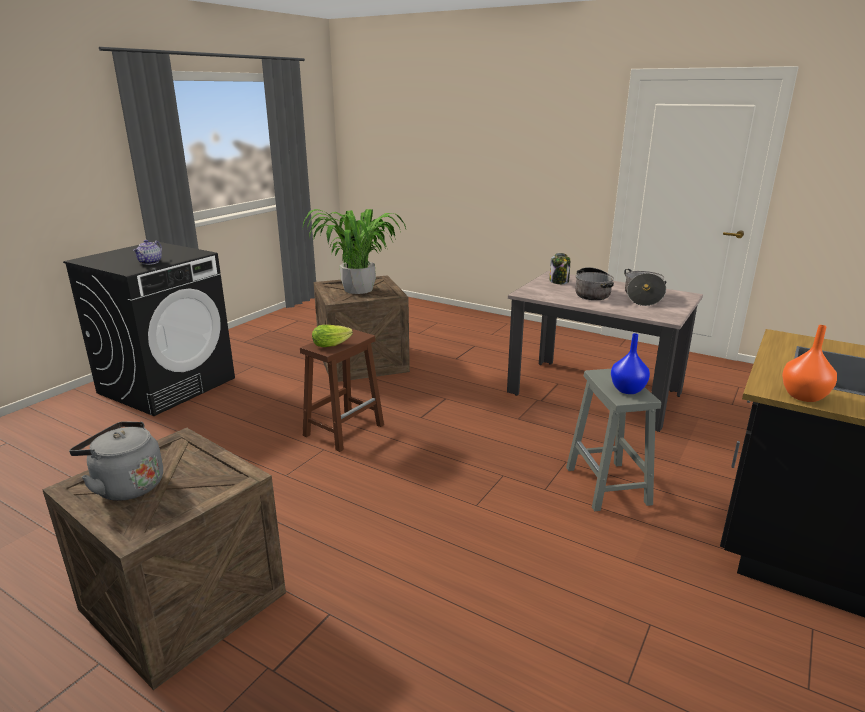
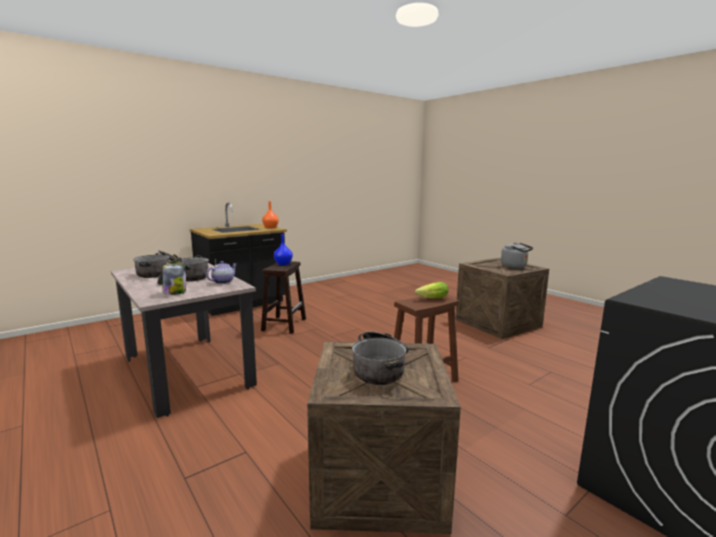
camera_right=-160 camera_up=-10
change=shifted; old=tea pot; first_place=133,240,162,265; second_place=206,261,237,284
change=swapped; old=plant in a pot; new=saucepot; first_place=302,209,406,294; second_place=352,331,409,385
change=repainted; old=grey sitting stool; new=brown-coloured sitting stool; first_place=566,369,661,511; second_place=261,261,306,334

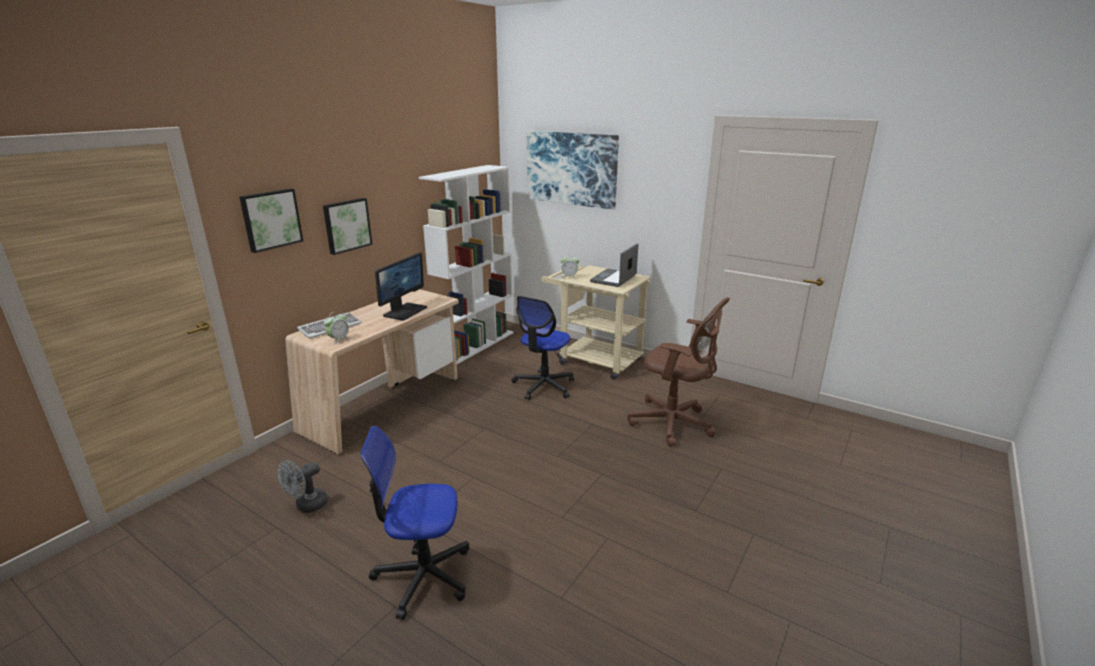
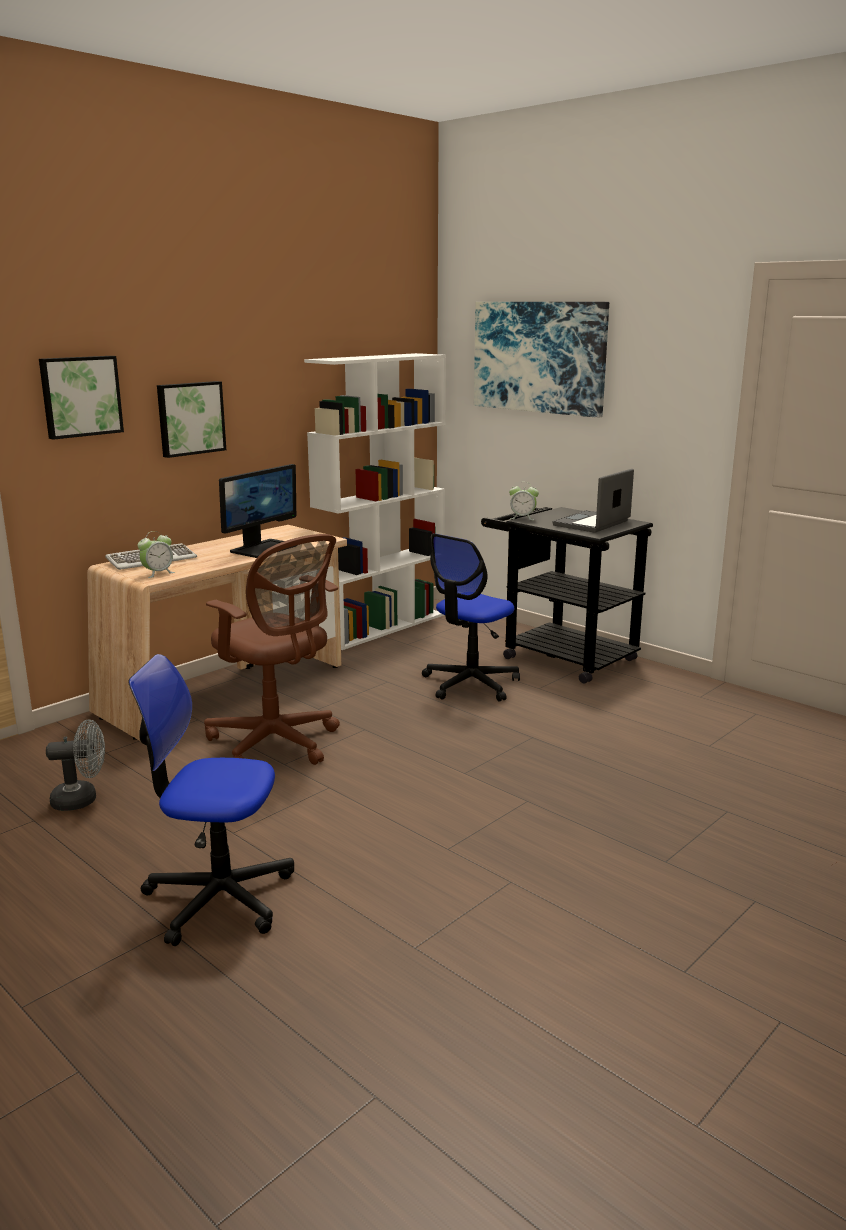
camera_right=10 camera_up=-5
change=rotated; old=grey electric fan; first_place=278,460,328,513; second_place=46,719,105,811; degrees=-150
change=repainted; old=sand-coloured cart; new=black-coloured cart; first_place=541,265,650,380; second_place=481,507,653,684
change=shifted; old=brown-coloured office chair; first_place=628,297,730,447; second_place=204,534,340,765

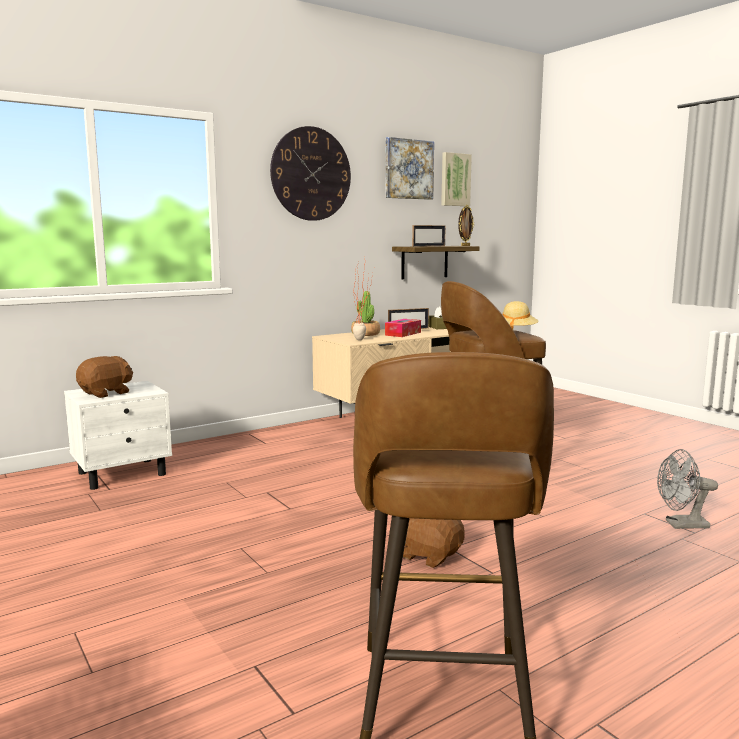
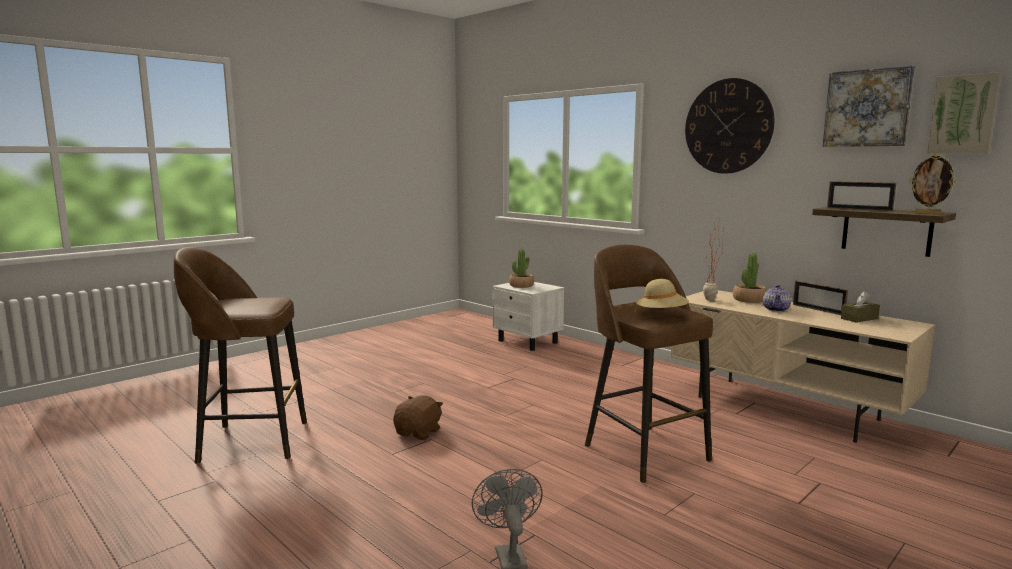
camera_right=80 camera_up=0
change=swapped; old=brown-coloured plush toy; new=plant in a pot; first_place=76,356,133,398; second_place=509,249,534,288
change=swapped; old=tissue holder; new=tea pot; first_place=385,319,421,337; second_place=763,285,791,312

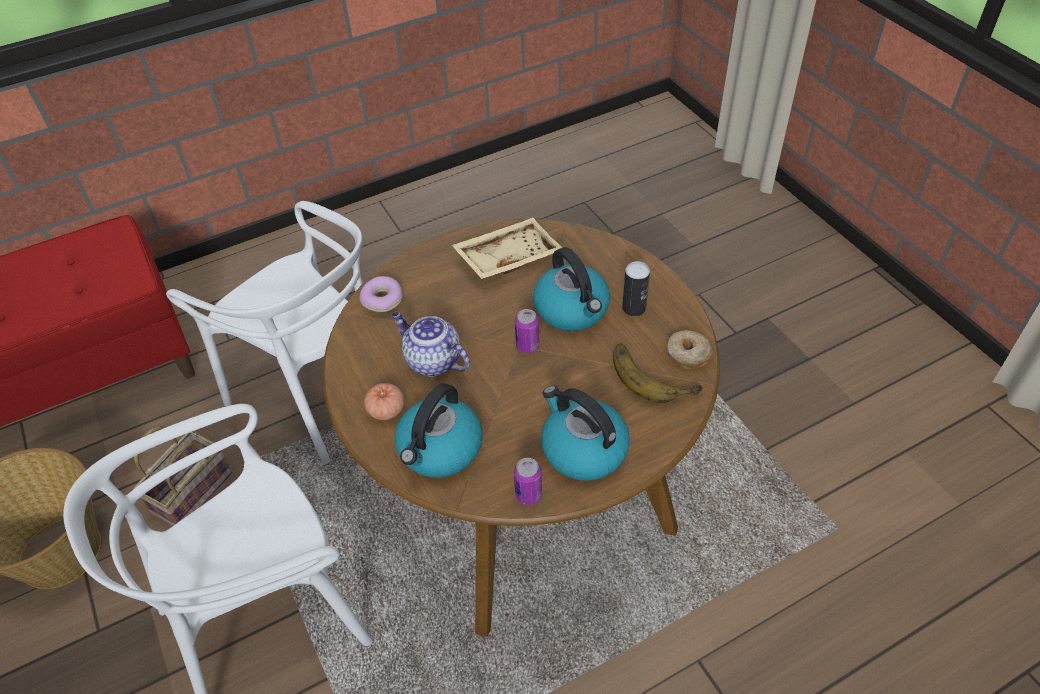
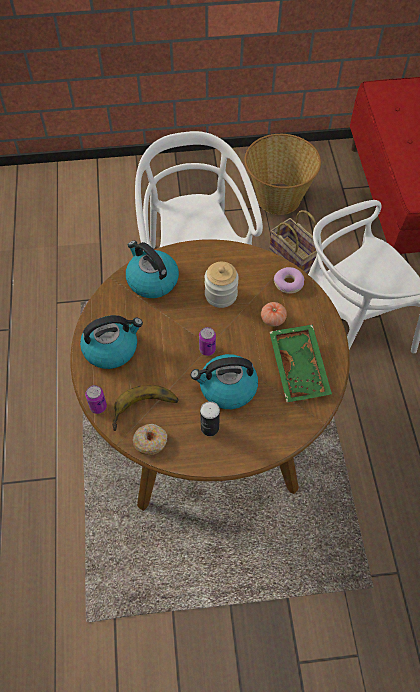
camera_right=110 camera_up=10
change=shifted; old=whole tomato; first_place=364,383,404,420; second_place=261,302,287,327
change=swapped; old=tea pot; new=storage jar; first_place=392,312,470,377; second_place=205,262,239,308
change=repainted; old=sand-coloured tray; new=green-coloured tray; first_place=452,218,562,279; second_place=269,324,332,402
change=shifted; old=metal can; first_place=514,458,542,505; second_place=85,385,107,414

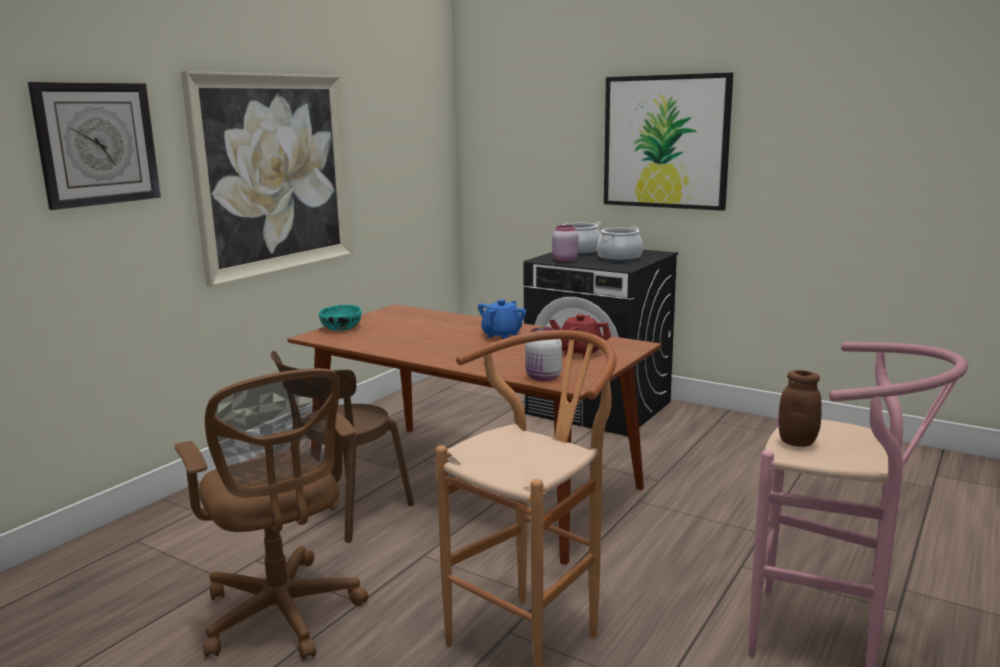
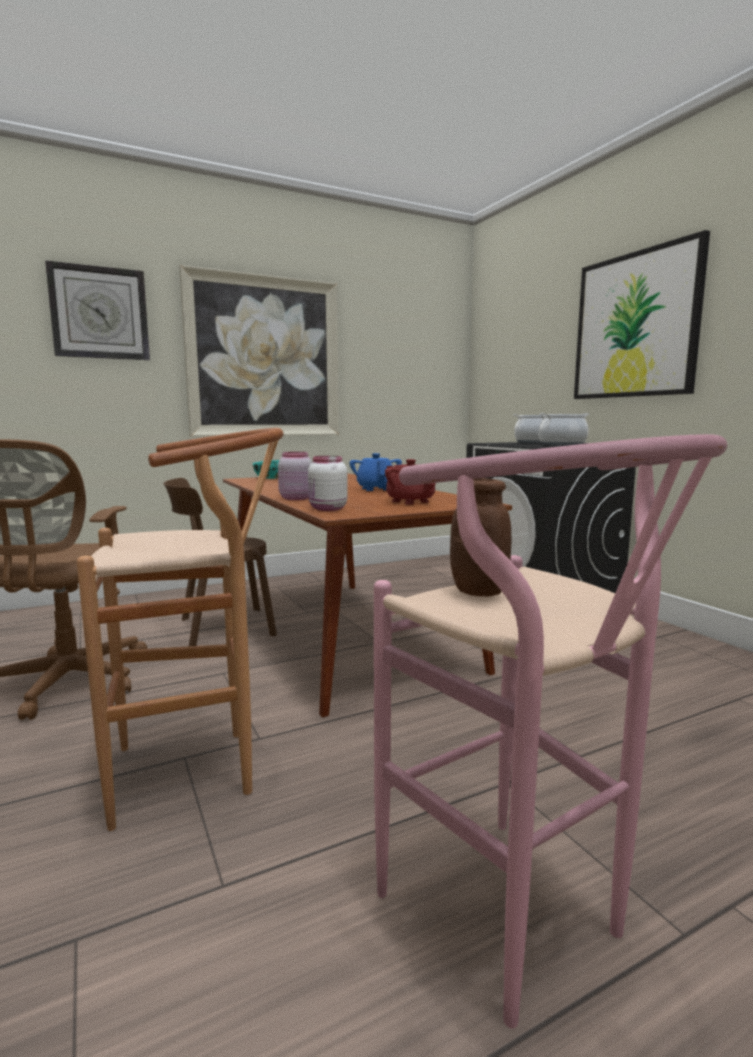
camera_right=30 camera_up=-5
change=rotated; old=bluish tea pot; first_place=478,299,526,339; second_place=350,453,402,491; degrees=-75
change=shifted; old=pinkish storage jar; first_place=552,225,578,262; second_place=278,452,312,500

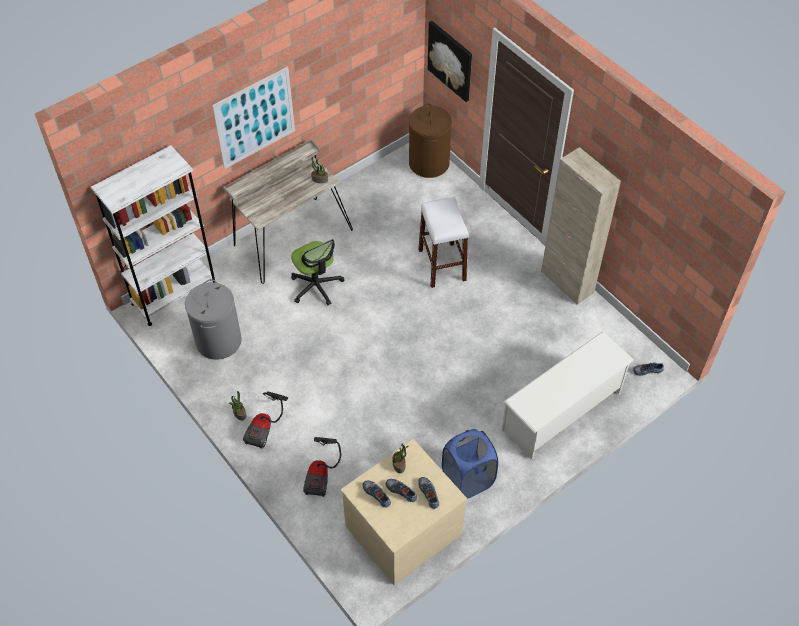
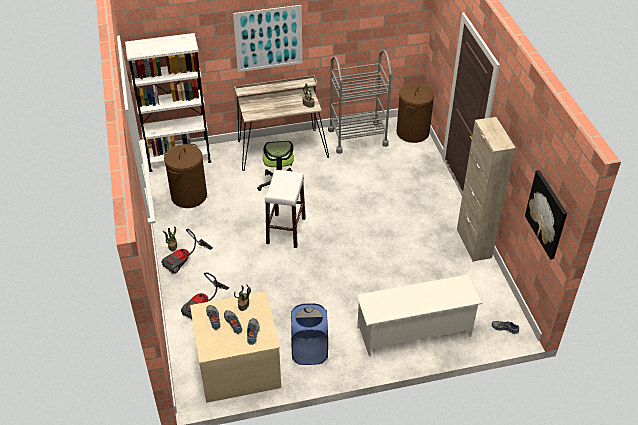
camera_right=25 camera_up=-10
change=repainted; old=grey laundry basket; new=brown-coloured laundry basket; first_place=185,279,242,360; second_place=164,144,207,208
change=shifted; old=whitish sitting stool; first_place=418,197,469,288; second_place=265,170,306,248
change=shifted; old=picture; first_place=428,21,472,102; second_place=525,170,567,260
change=new; new=grey cart; second_place=328,50,392,154

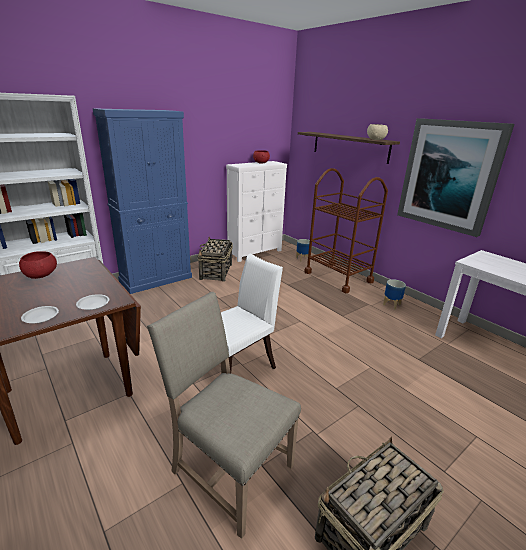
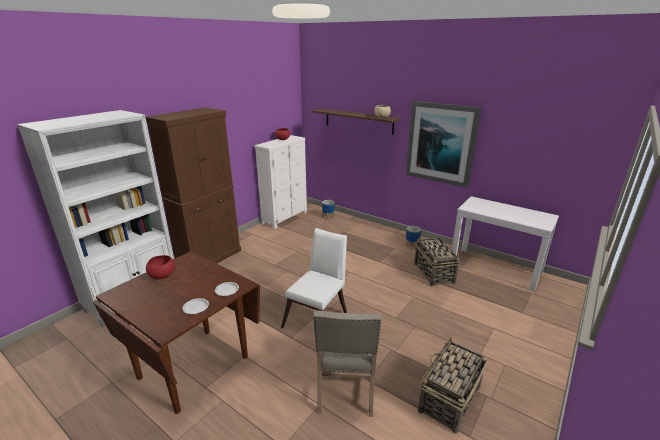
camera_right=-15 camera_up=0
change=repainted; old=bluish cabinet; new=brown-coloured cabinet; first_place=93,108,192,294; second_place=146,107,241,264
change=rotated; old=sand-coloured plain chair; first_place=147,292,301,539; second_place=313,311,382,417; degrees=-105
change=shifted; old=household basket; first_place=198,237,233,282; second_place=414,238,460,286
change=gone; old=brown-coloured cart; first_place=304,168,388,293

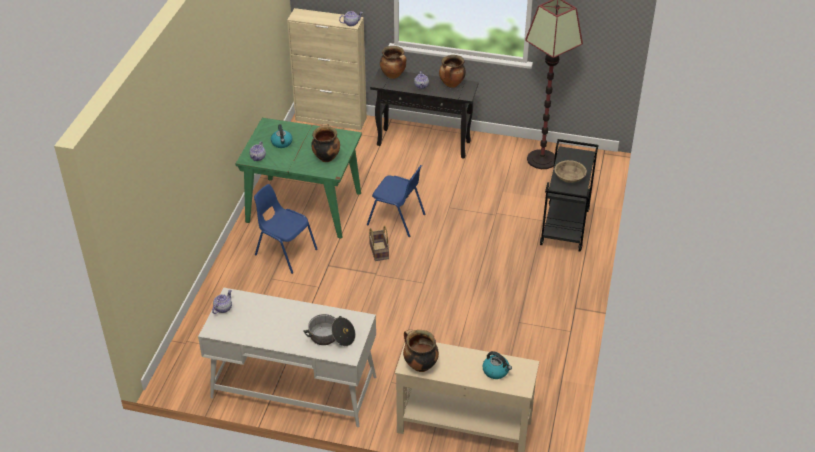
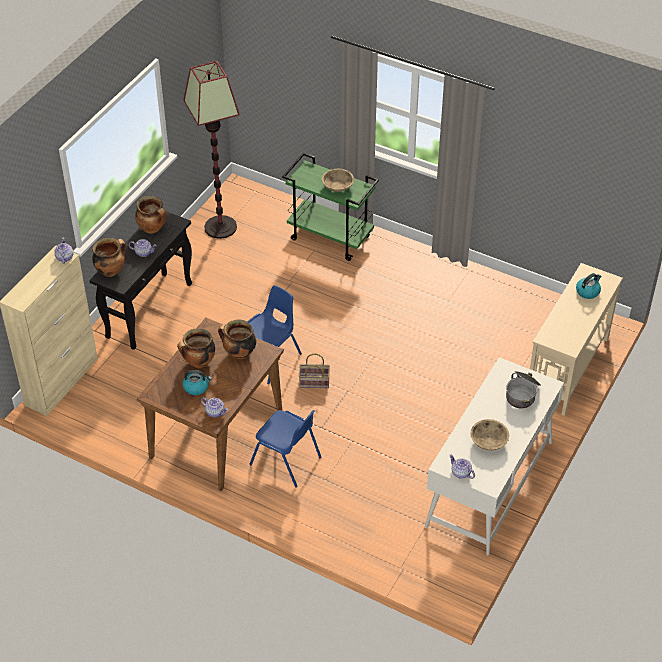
camera_right=-75 camera_up=5
change=repainted; old=green-coloured dining table; new=brown-coloured dining table; first_place=235,118,362,238; second_place=137,318,284,491
change=rotated; old=bluish plain chair; first_place=254,184,318,274; second_place=250,410,322,488; degrees=-105
change=shifted; old=saucepot; first_place=403,329,439,372; second_place=177,329,215,368
change=repainted; old=black-coloured cart; new=green-coloured cart; first_place=540,139,598,252; second_place=282,153,379,261
change=new; new=sand-coloured serving bowl; second_place=470,419,509,451

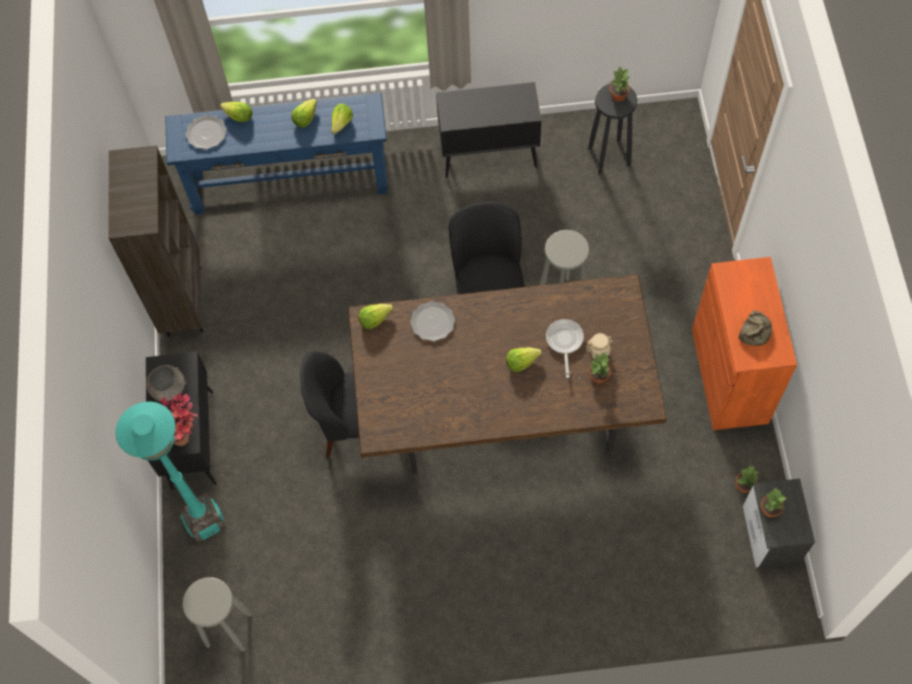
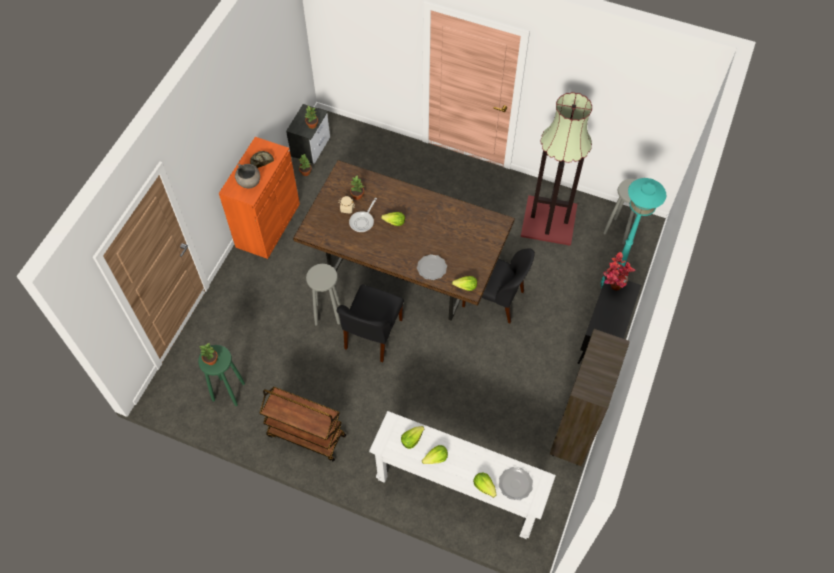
camera_right=-155 camera_up=-5
change=shifted; old=grey serving bowl; first_place=146,365,186,402; second_place=235,164,260,188
change=repainted; old=bluish narrow table; new=whitish narrow table; first_place=165,93,388,215; second_place=369,411,556,539
change=swapped; old=black-coloured cabinet; new=brown-coloured cart; first_place=436,82,541,178; second_place=260,387,346,461
change=repainted; old=black-coloured sitting stool; new=green-coloured sitting stool; first_place=588,83,637,174; second_place=198,345,245,406
change=new; new=floor lamp; second_place=521,92,592,246

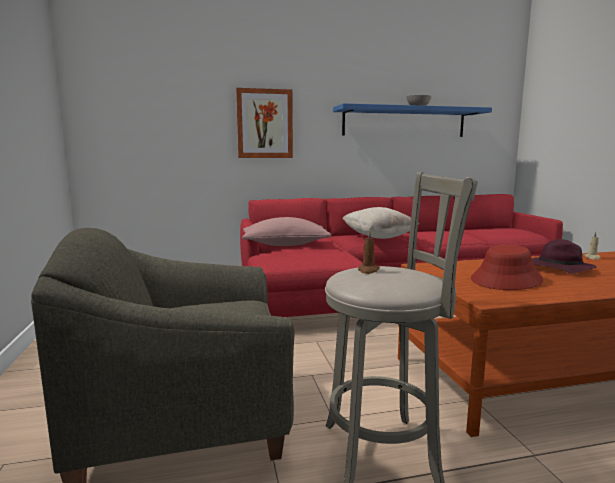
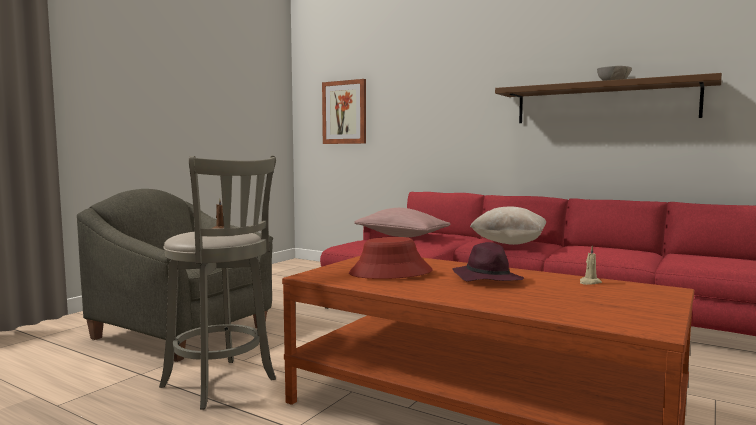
camera_right=45 camera_up=-5
change=shifted; old=picture; first_place=236,88,293,158; second_place=322,79,366,144
change=repainted; old=bluish shelf; new=brown-coloured shelf; first_place=333,103,492,137; second_place=495,73,722,123

